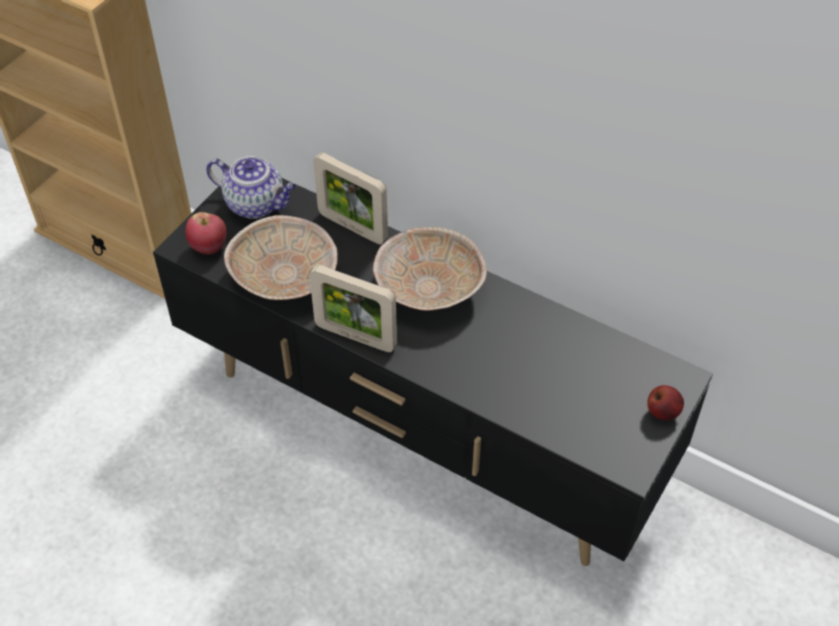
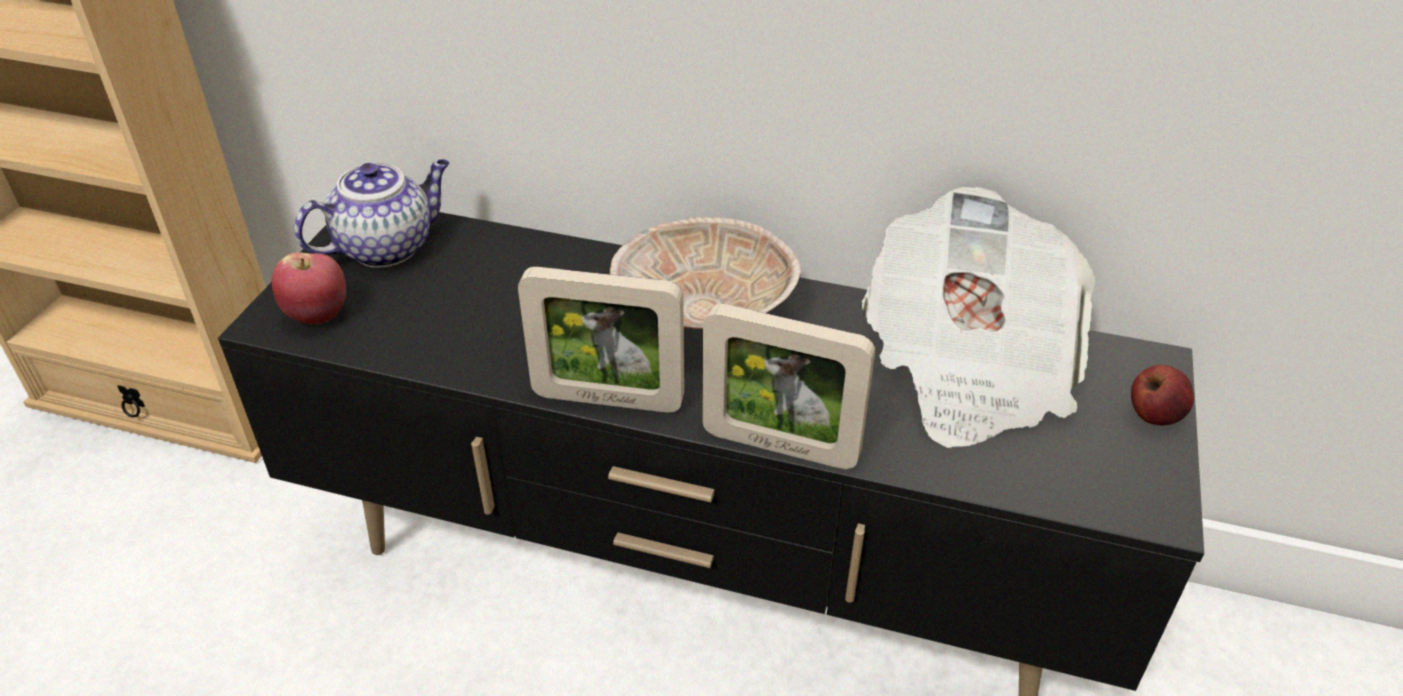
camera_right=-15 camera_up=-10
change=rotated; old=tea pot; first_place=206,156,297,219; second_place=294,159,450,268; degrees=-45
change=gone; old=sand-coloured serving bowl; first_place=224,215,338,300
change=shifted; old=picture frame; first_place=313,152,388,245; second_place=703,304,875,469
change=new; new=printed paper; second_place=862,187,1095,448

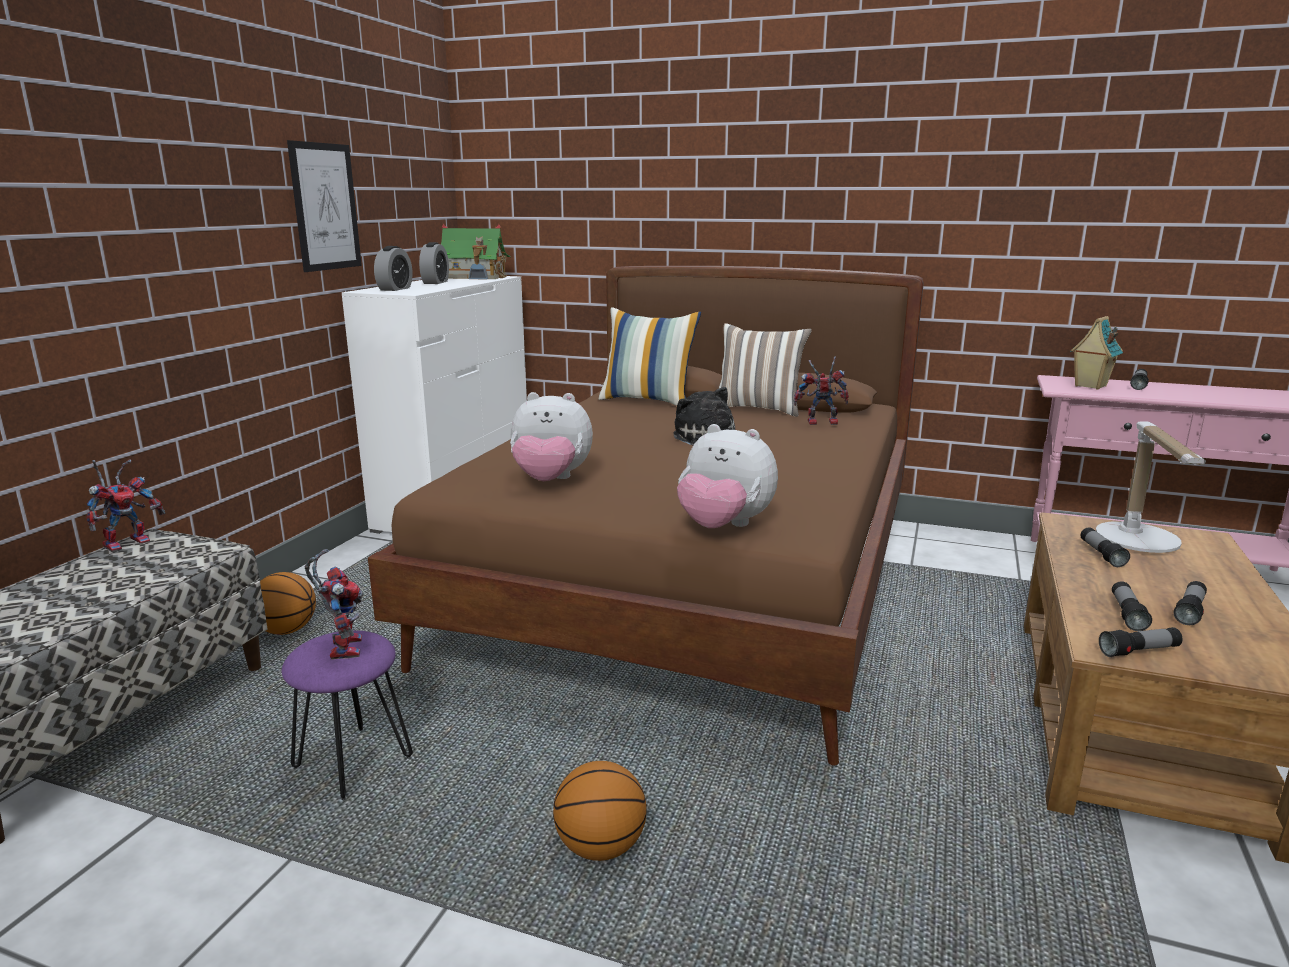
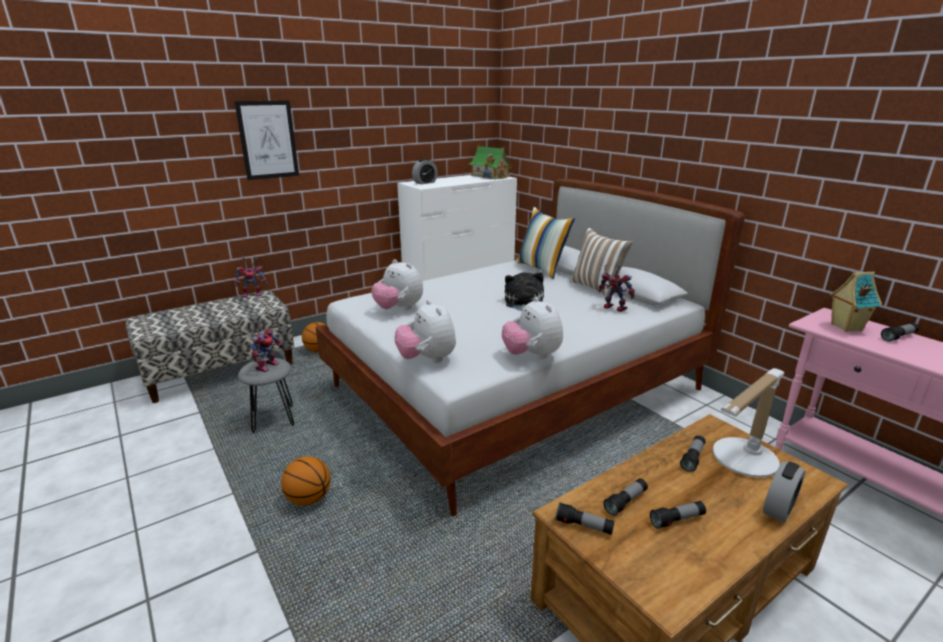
camera_right=35 camera_up=5
change=repainted; old=purplish sitting stool; new=grey sitting stool; first_place=282,630,413,800; second_place=238,358,294,433
change=shifted; old=picture; first_place=287,140,362,272; second_place=234,100,299,180
change=repainted; old=brown-coloured bed; new=whitish bed; first_place=368,266,924,766; second_place=316,179,745,516
change=shifted; old=bedside clock; first_place=419,242,449,284; second_place=763,461,806,523
change=new; new=plush toy; second_place=502,297,563,359

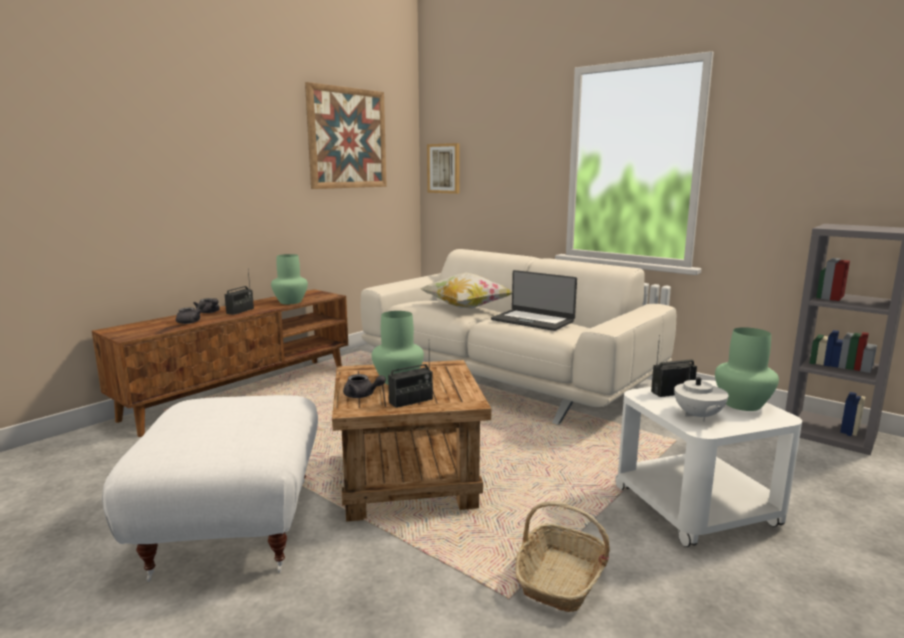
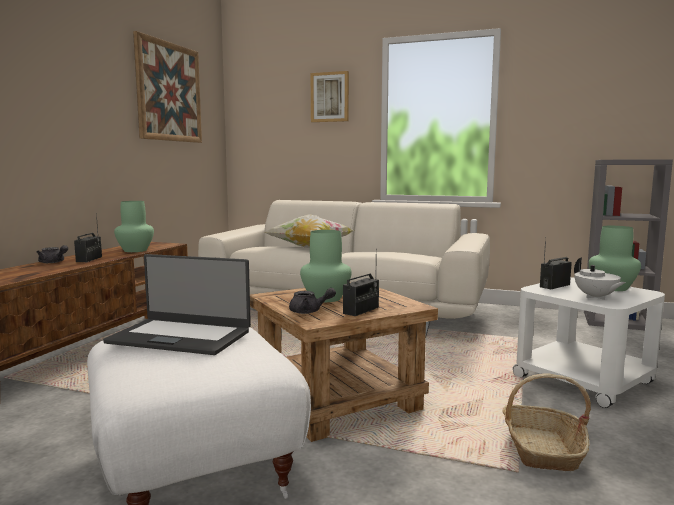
camera_right=-20 camera_up=-5
change=gone; old=grey tea pot; first_place=176,301,206,324
change=shifted; old=picture; first_place=427,143,460,194; second_place=311,71,349,122
change=shifted; old=portable computer; first_place=491,270,577,331; second_place=103,254,251,355

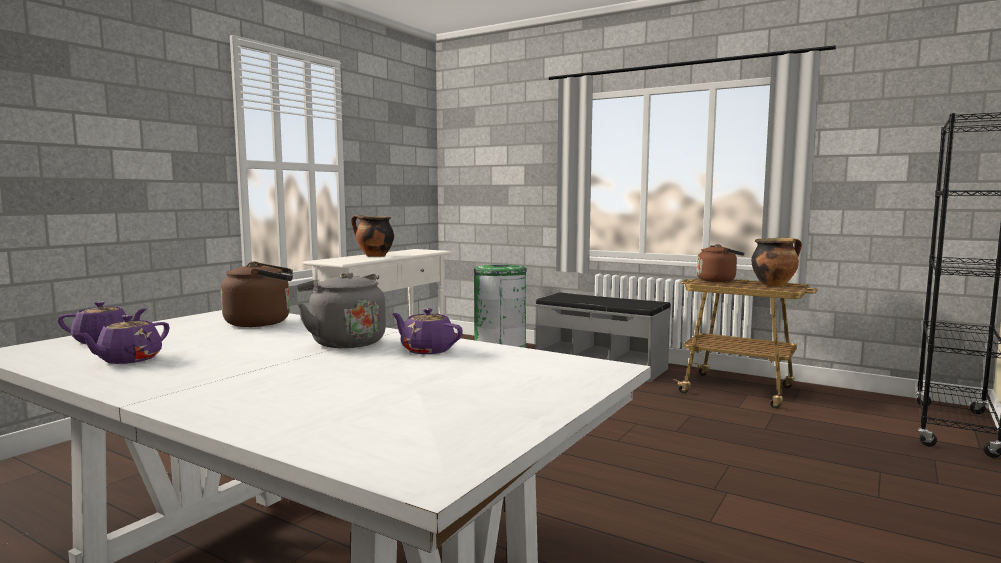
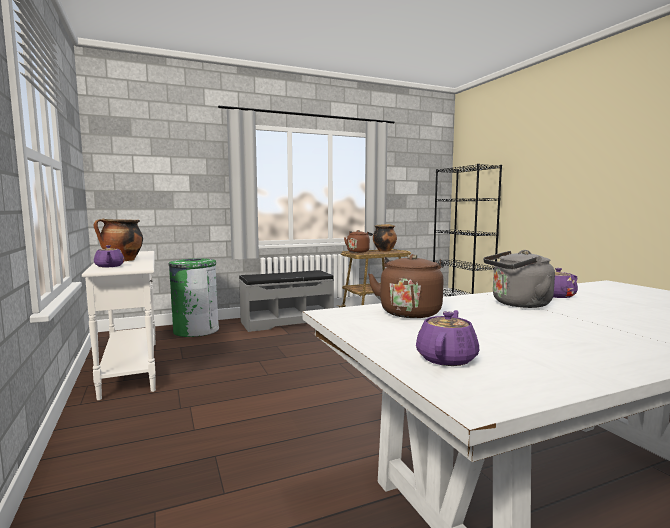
camera_right=-55 camera_up=0
change=shifted; old=purplish tea pot; first_place=76,315,170,364; second_place=94,245,125,268

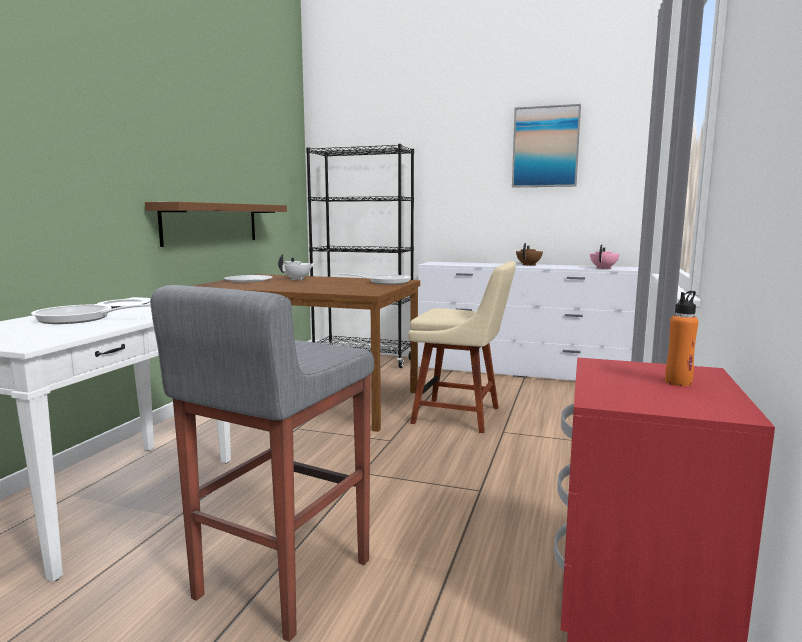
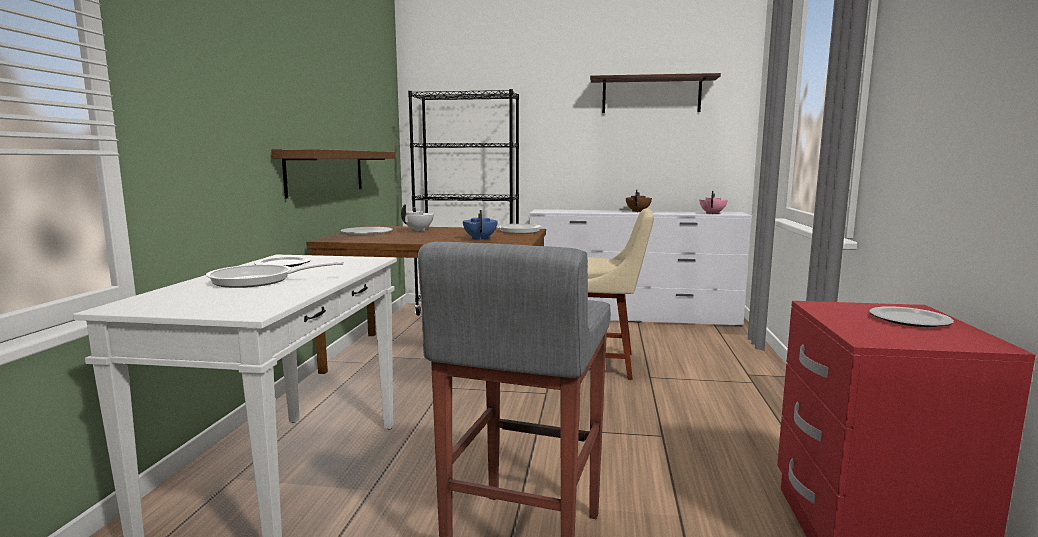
camera_right=-10 camera_up=0
change=swapped; old=picture; new=shelf; first_place=512,104,581,187; second_place=590,73,721,113
change=swapped; old=orange bottle; new=plate; first_place=665,291,698,386; second_place=869,306,954,327
change=new; new=bluish tea pot; second_place=463,210,498,240

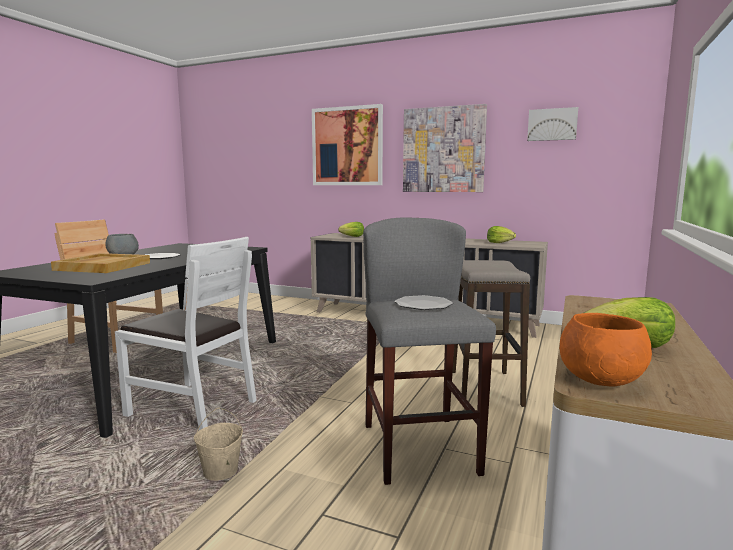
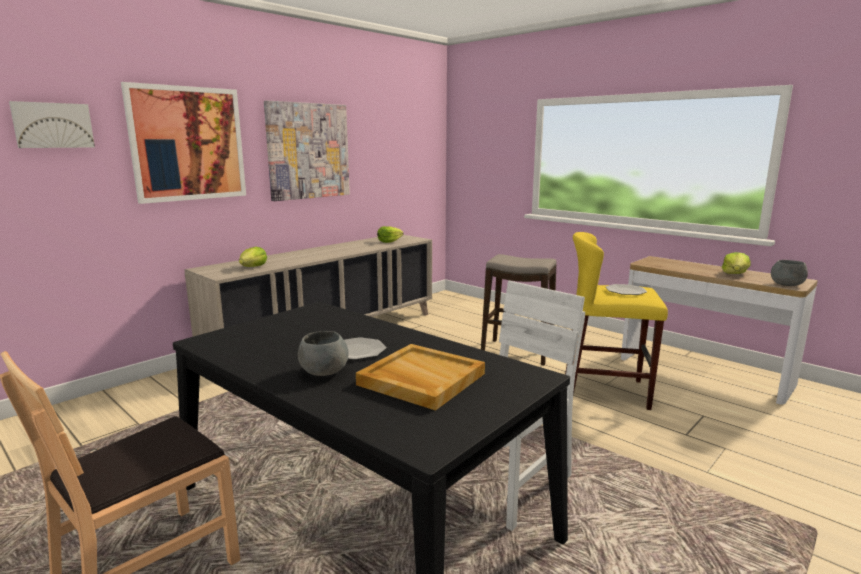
camera_right=-70 camera_up=5
change=gone; old=sand-coloured water bucket; first_place=194,408,243,481
change=repainted; old=grey sitting stool; new=yellow sitting stool; first_place=363,217,496,485; second_place=565,232,668,410
change=shifted; old=picture; first_place=527,107,578,141; second_place=9,101,95,148
change=repainted; old=orange serving bowl; new=grey serving bowl; first_place=560,313,652,386; second_place=771,260,808,286

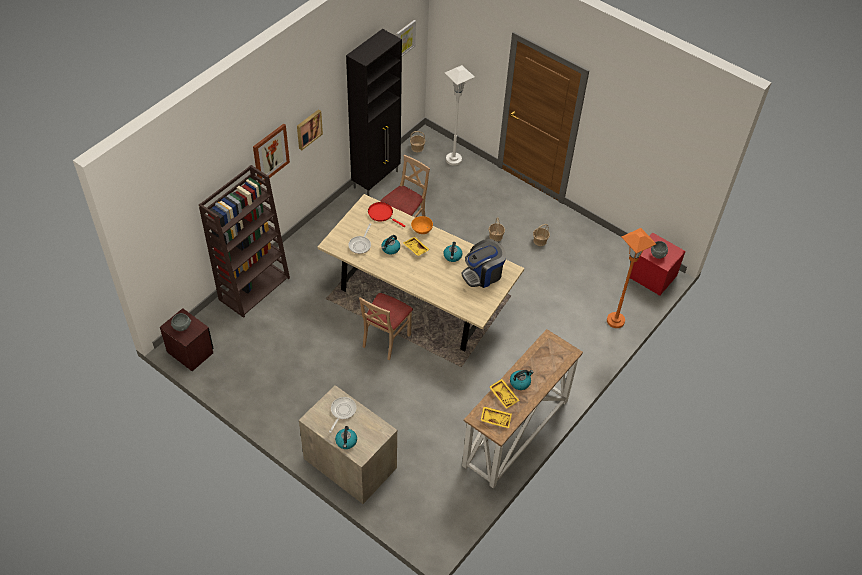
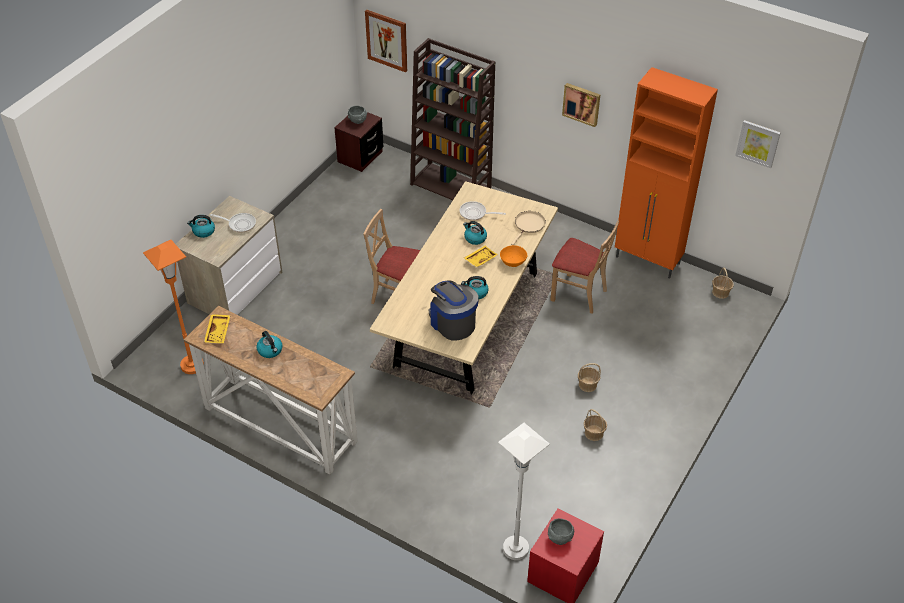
camera_right=85 camera_up=-5
change=shifted; old=picture; first_place=253,124,290,185; second_place=365,10,407,72
change=repainted; old=black-coloured cabinet; new=orange cabinet; first_place=346,29,402,196; second_place=615,67,718,279
change=repainted; old=red frying pan; new=sand-coloured frying pan; first_place=368,202,405,227; second_place=511,211,546,245
change=shifted; old=whitish floor lamp; first_place=445,65,475,166; second_place=498,423,550,560
change=gone; old=yellow tray; first_place=489,379,520,409
change=shifted; old=orange floor lamp; first_place=607,228,656,328; second_place=143,240,204,374

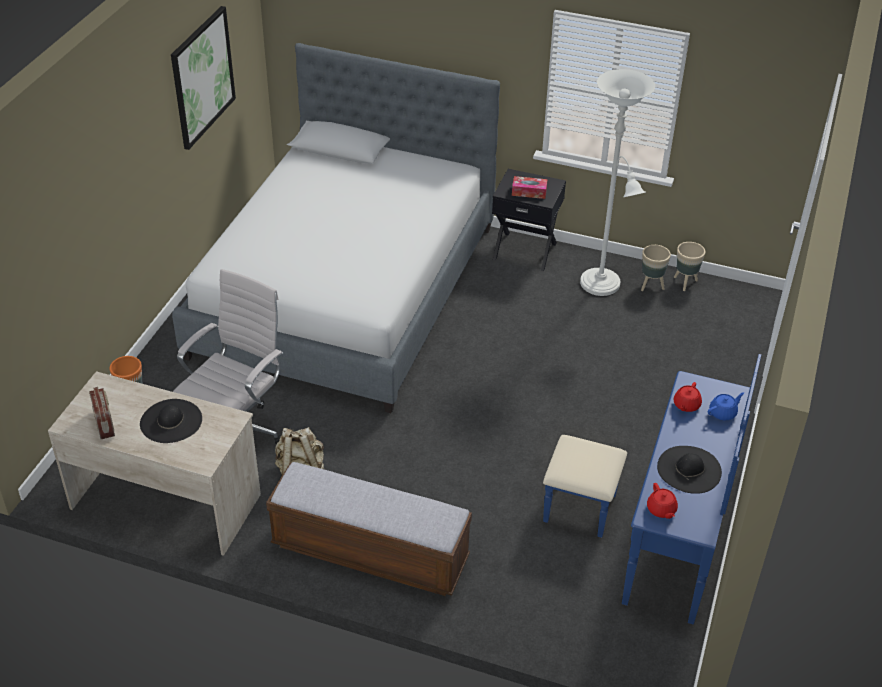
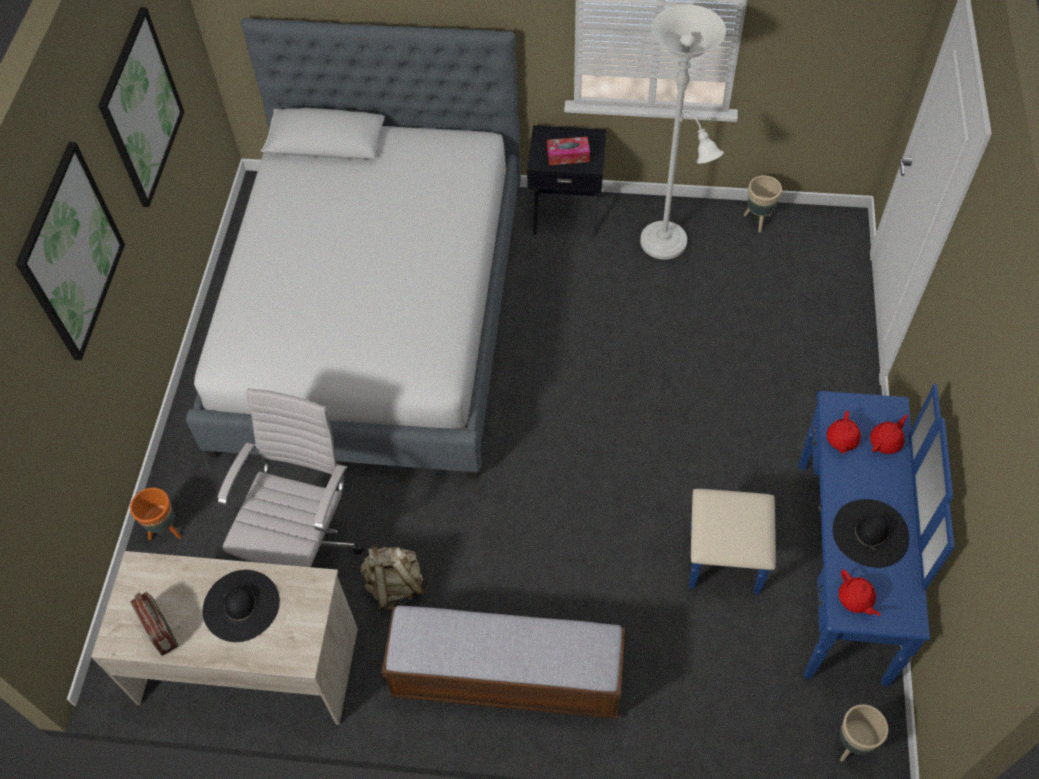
camera_right=-10 camera_up=15
change=shifted; old=sand-coloured flower pot; first_place=641,245,671,291; second_place=840,704,888,762
change=repainted; old=bluish tea pot; new=red tea pot; first_place=708,392,744,420; second_place=870,415,908,454
change=new; new=picture; second_place=16,142,125,360

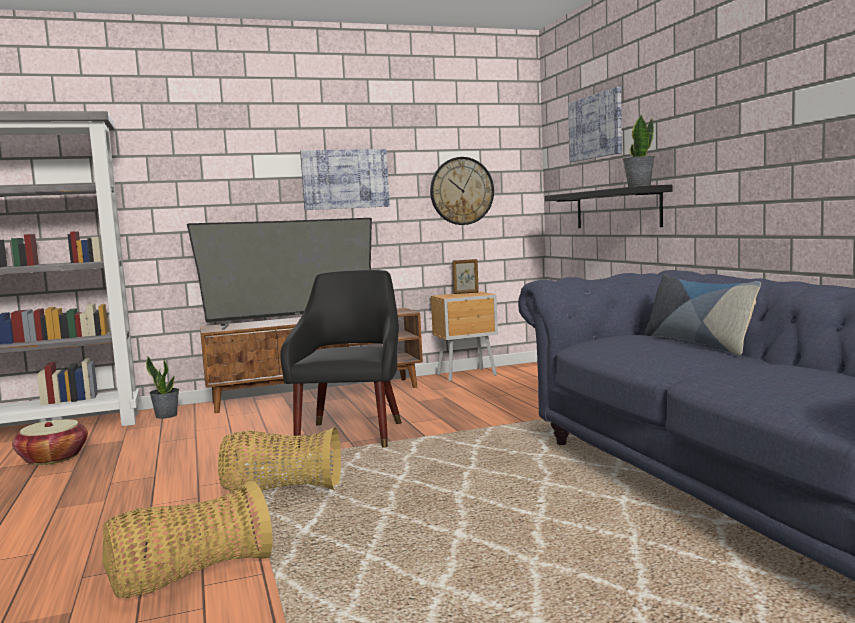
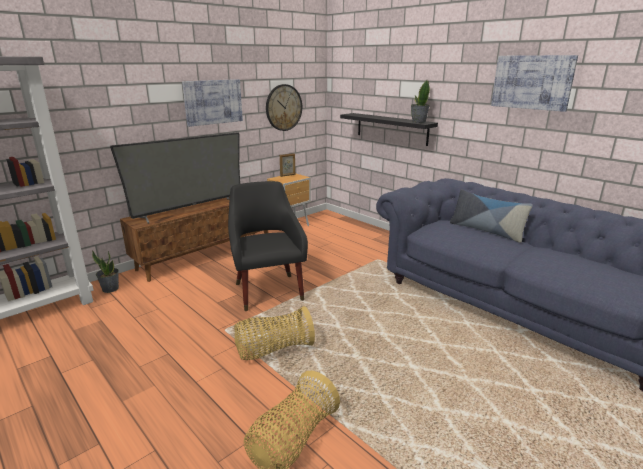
camera_right=-25 camera_up=15
change=gone; old=household basket; first_place=12,419,88,465
change=shifted; old=picture; first_place=568,87,622,162; second_place=491,55,578,112

